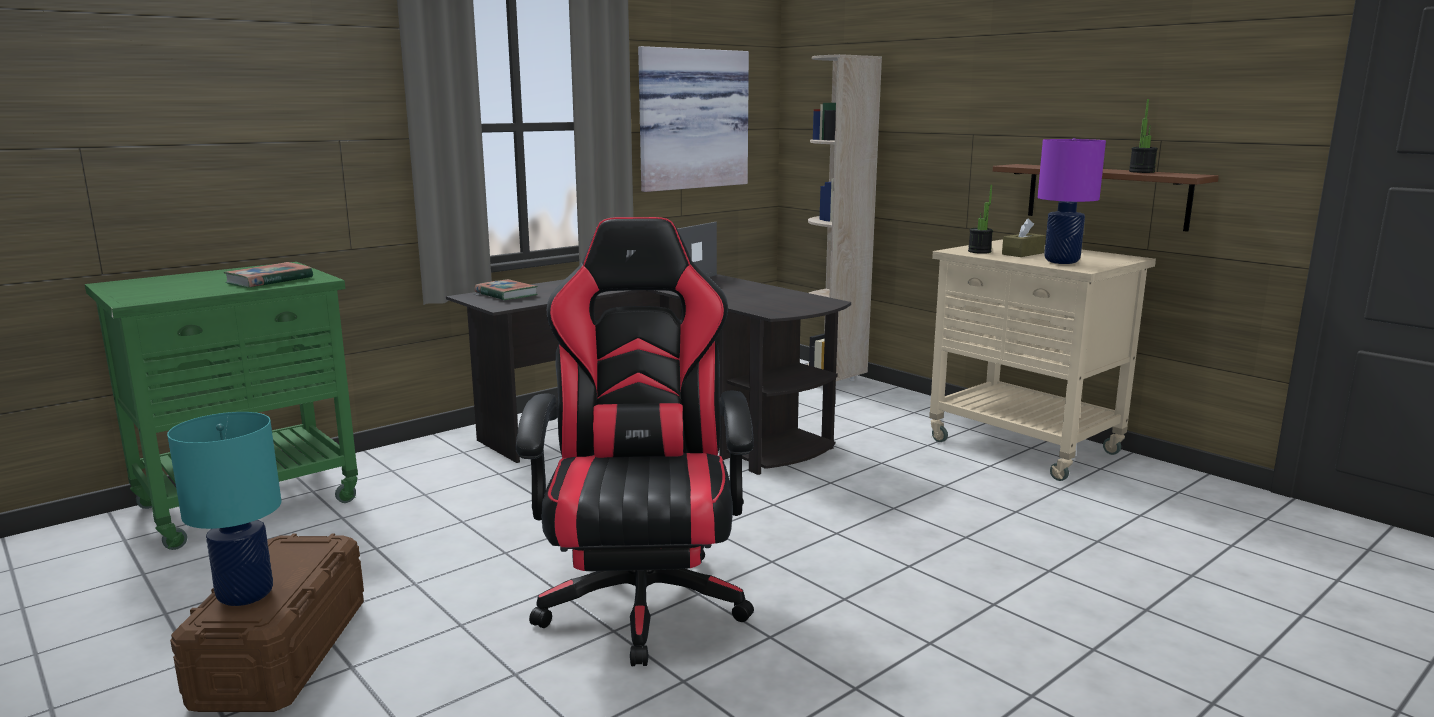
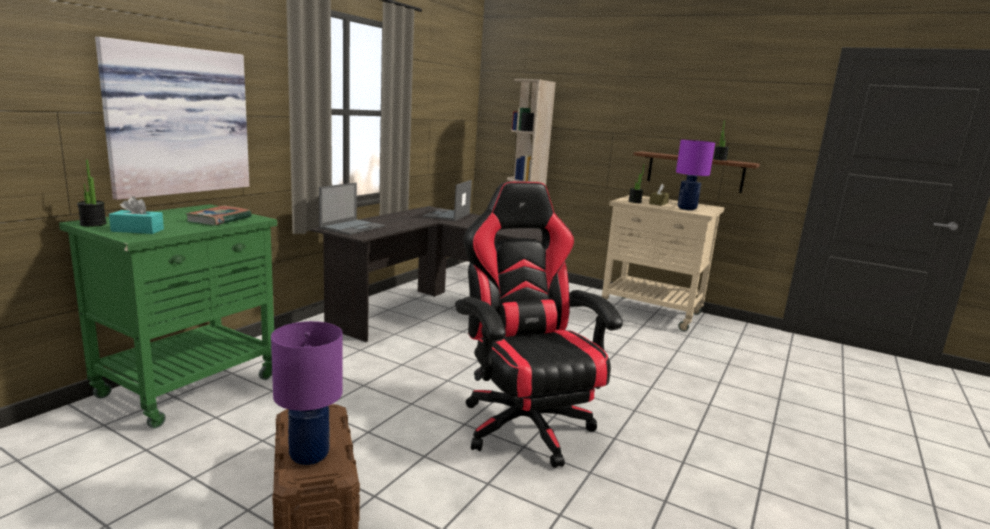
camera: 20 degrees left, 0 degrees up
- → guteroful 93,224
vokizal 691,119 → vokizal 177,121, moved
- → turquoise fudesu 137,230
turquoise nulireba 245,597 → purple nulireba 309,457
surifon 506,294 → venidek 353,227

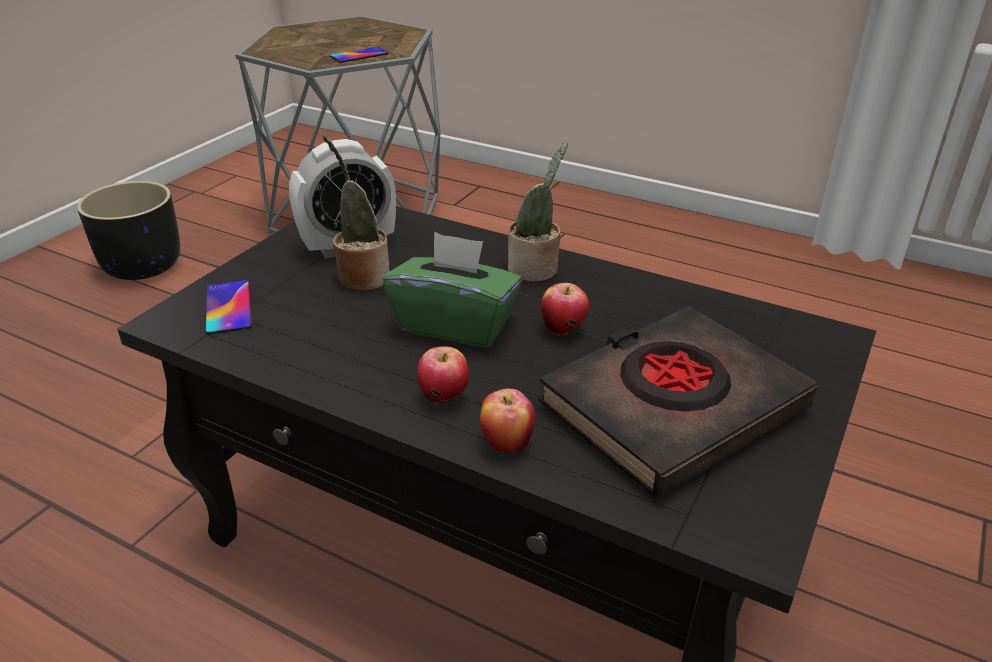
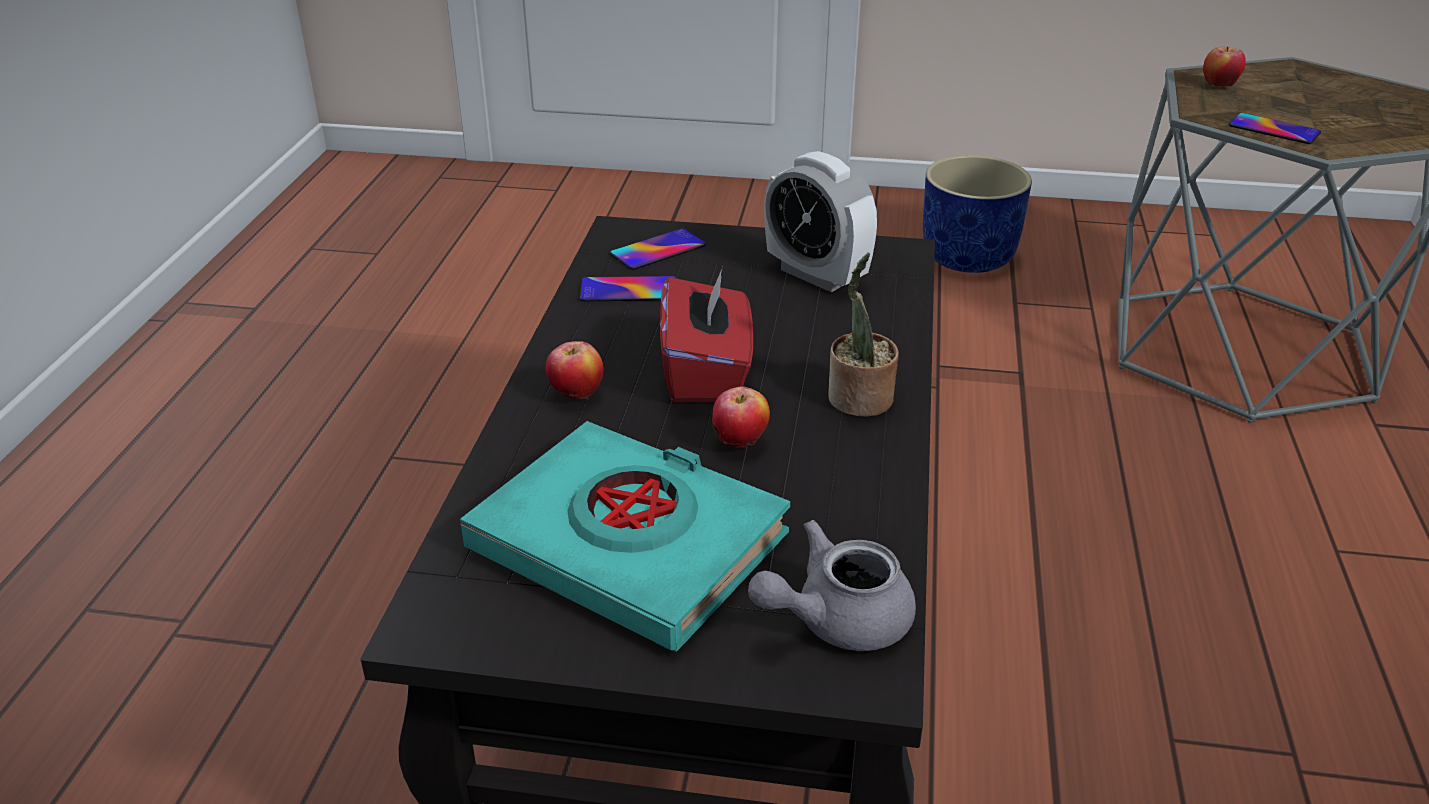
camera: 70 degrees right, 0 degrees up
black surifon 672,407 → turquoise surifon 629,544
- → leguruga 628,290
green fudesu 455,324 → red fudesu 706,373
- → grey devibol 836,619
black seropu 142,266 → blue seropu 966,257
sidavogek 506,443 → sidavogek 1219,86, moved
guteroful 361,277 → -

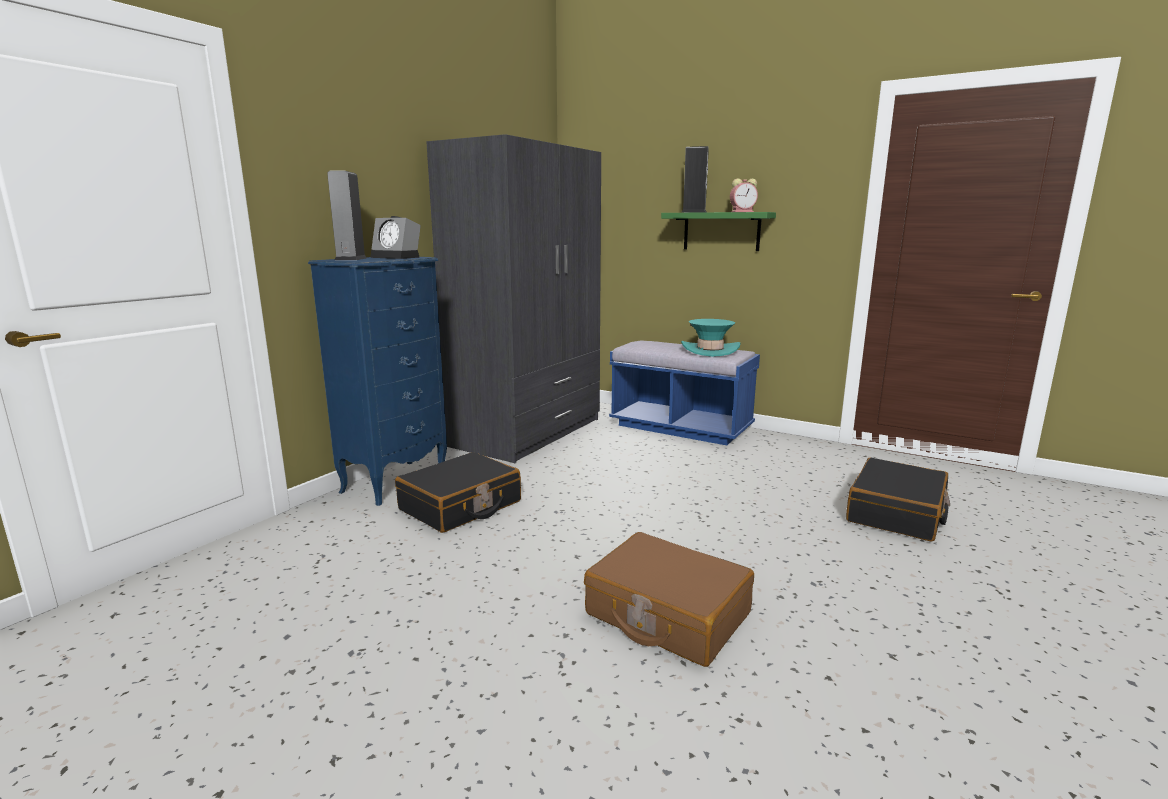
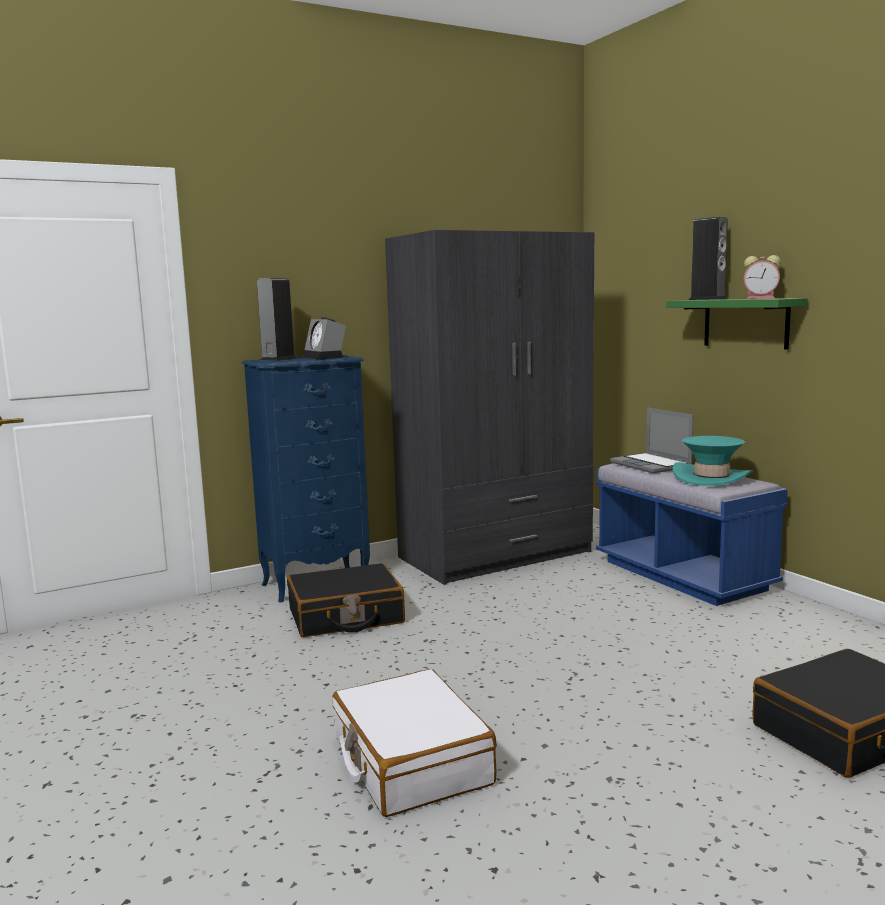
camera: 30 degrees right, 5 degrees down
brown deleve 667,614 → white deleve 410,761
- → venidek 652,465

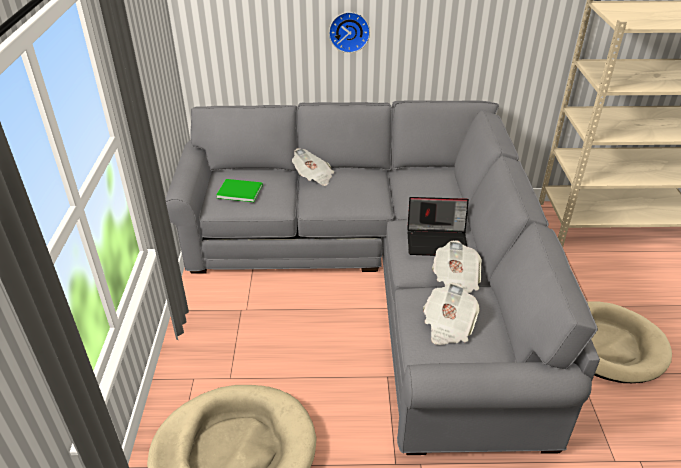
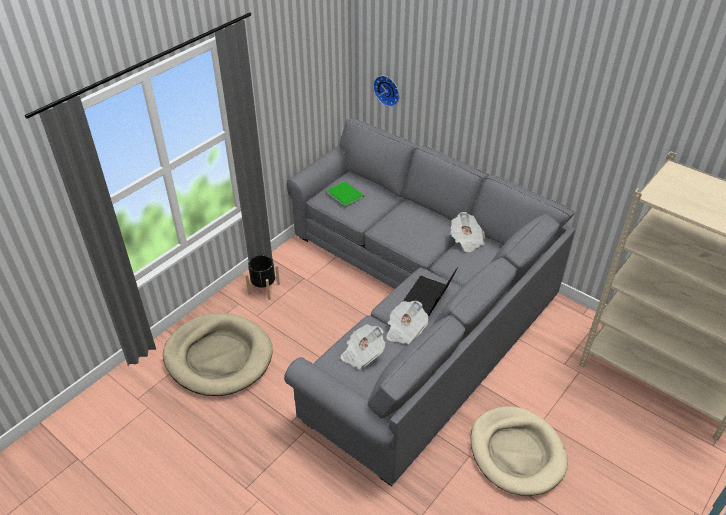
camera: 40 degrees right, 5 degrees up
- → black seropu 263,288
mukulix 349,31 → mukulix 387,90, moved
venidek 437,241 → venidek 428,298, 75 degrees clockwise
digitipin 313,176 → digitipin 466,240, moved

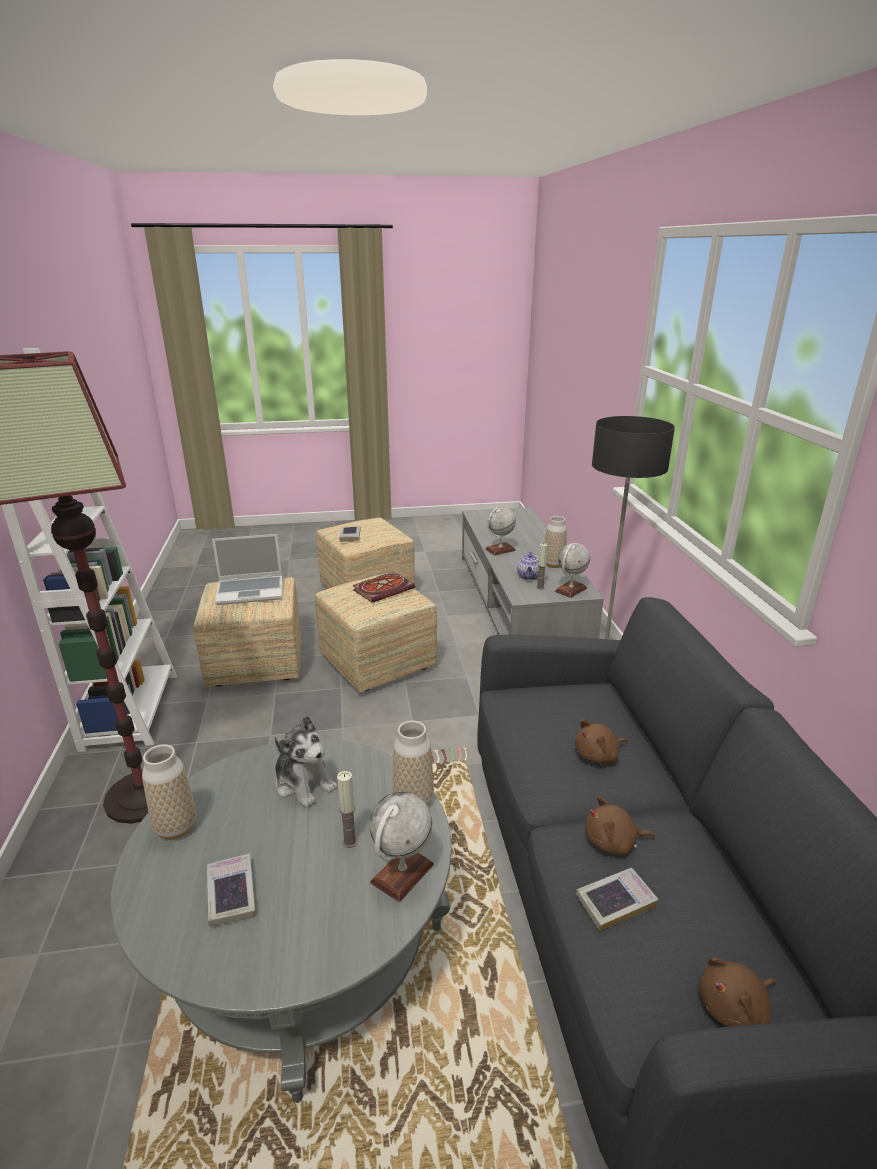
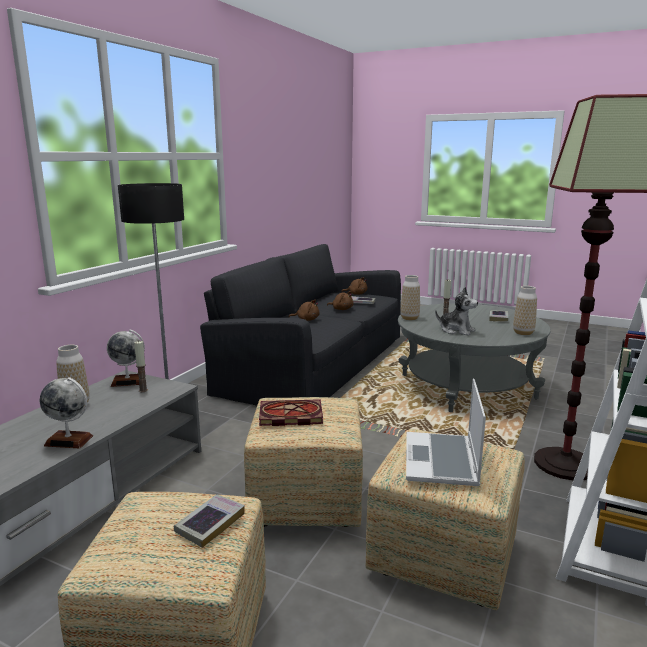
camera: 145 degrees left, 10 degrees down
venidek 251,591 → venidek 442,461, 105 degrees counterclockwise
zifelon 304,783 → zifelon 456,330, 135 degrees clockwise
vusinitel 402,873 → -
devibol 529,576 → -

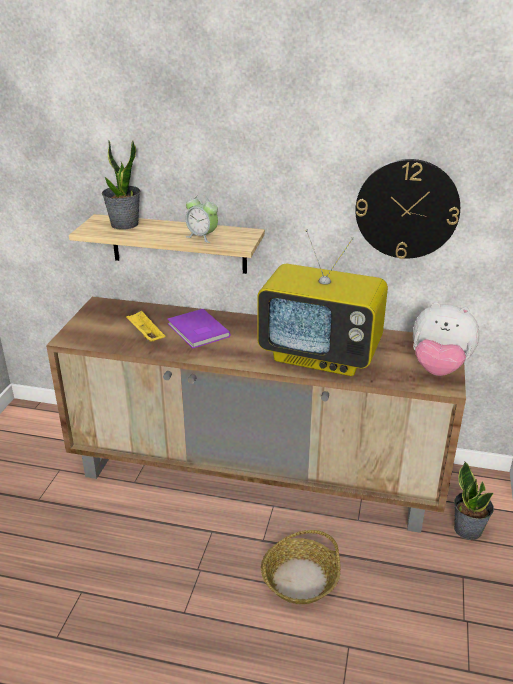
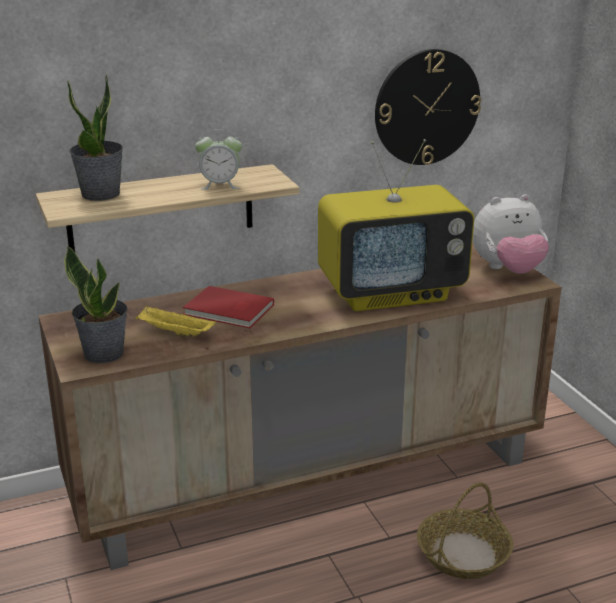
camera: 35 degrees left, 5 degrees down
guteroful 468,529 → guteroful 104,353, moved
purple surifon 197,331 → red surifon 229,311

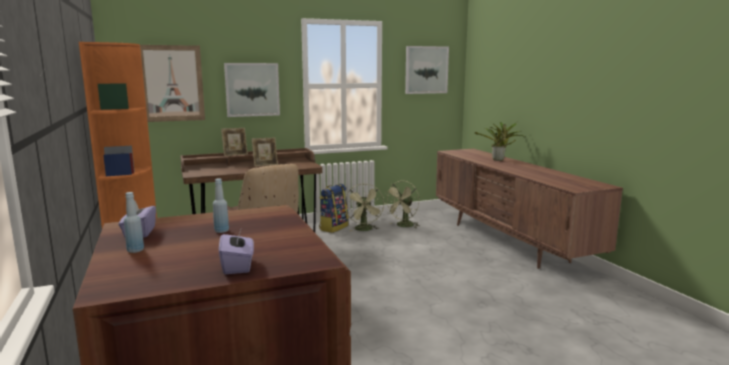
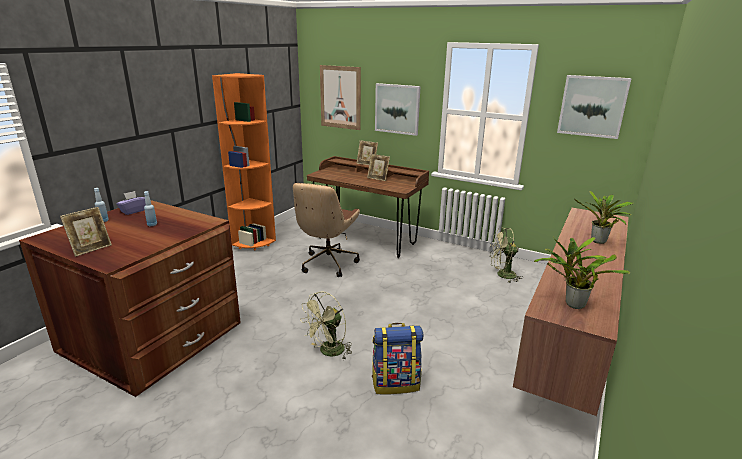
camera: 50 degrees right, 10 degrees up
purple fudesu 238,266 → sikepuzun 91,249
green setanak 365,230 → green setanak 328,352, moved
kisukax 333,227 → kisukax 396,383, moved
- → guteroful 571,304

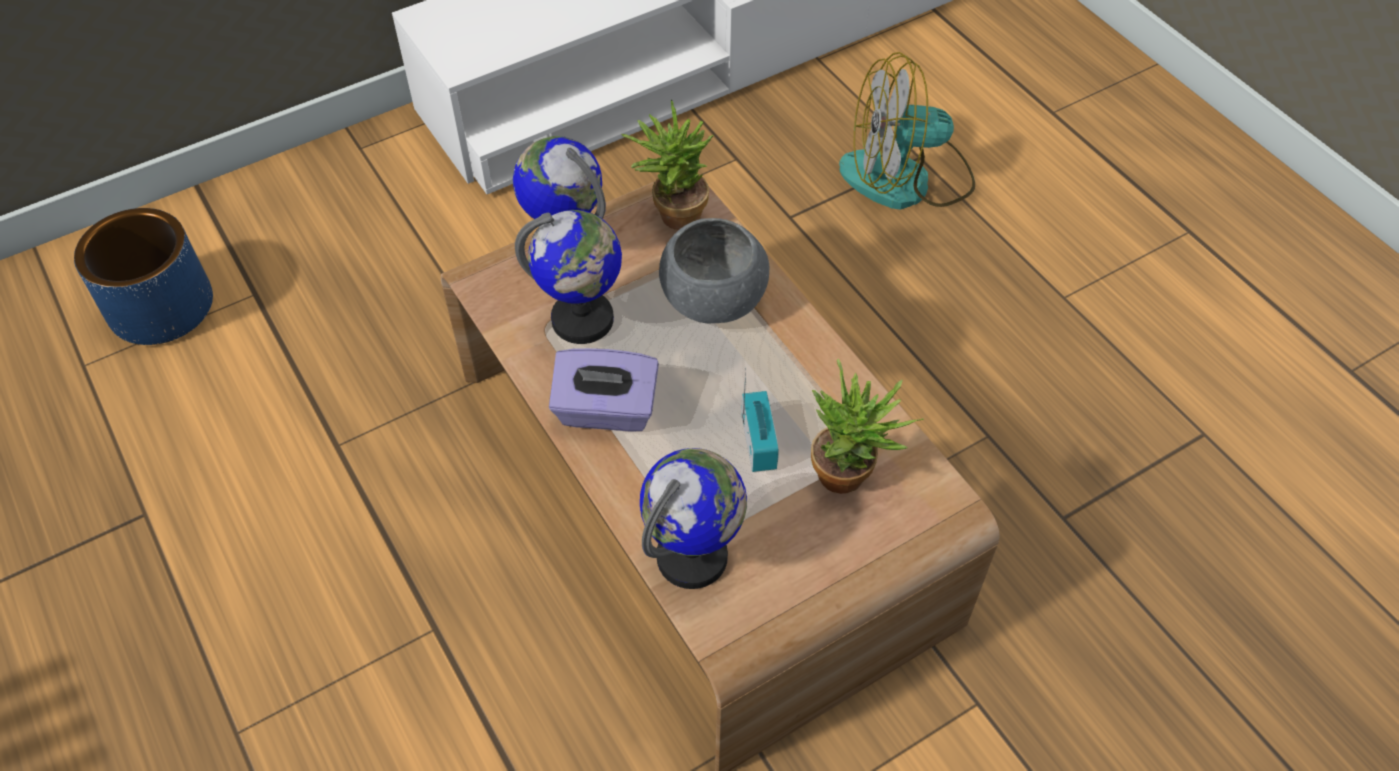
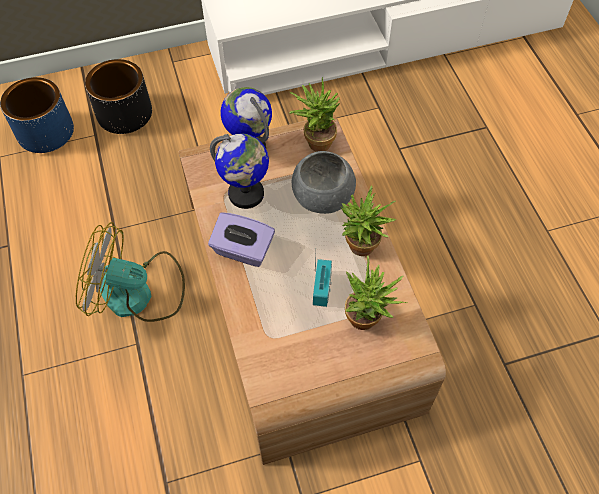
camera: 15 degrees right, 5 degrees up
setanak 906,179 → setanak 138,293, moved
- → black seropu 124,115
- → guteroful 360,250
vusinitel 693,557 → -

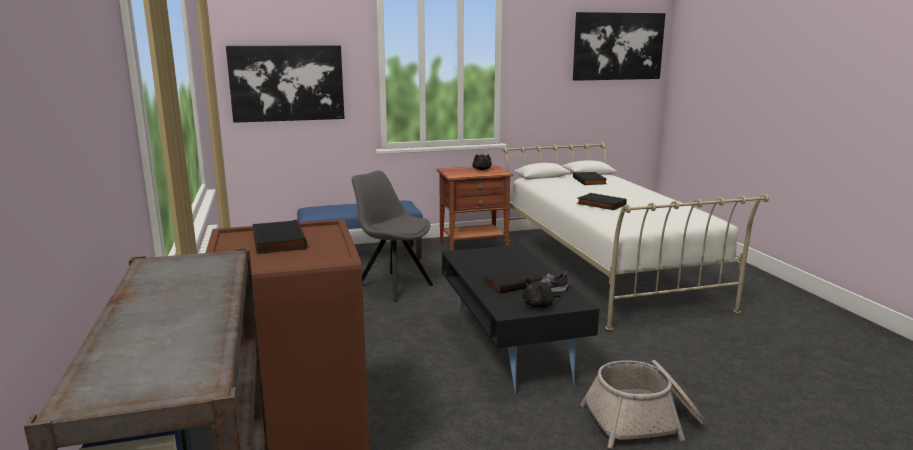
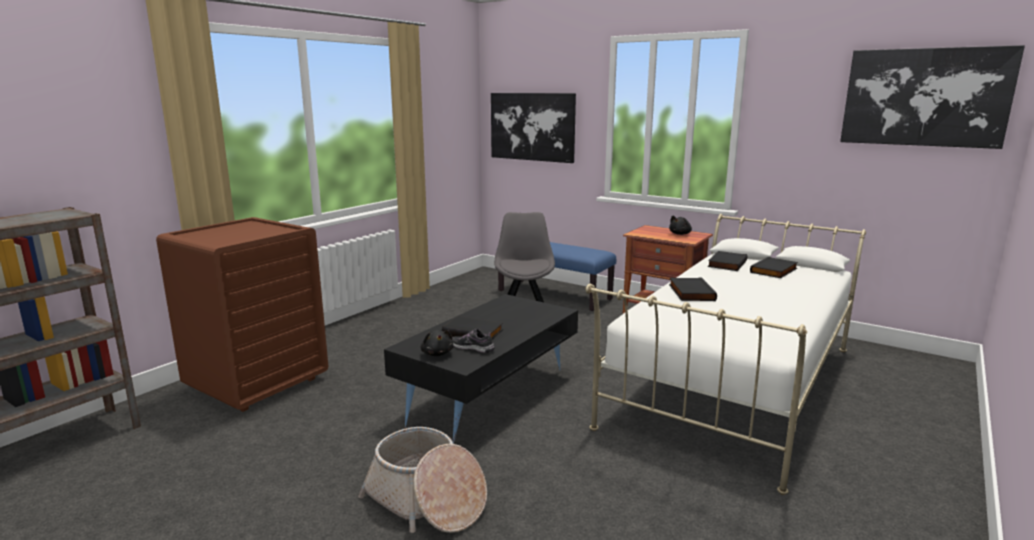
camera: 50 degrees right, 0 degrees up
black zifelon 540,305 → black zifelon 437,353, 135 degrees counterclockwise
black surifon 277,241 → black surifon 726,263, moved

